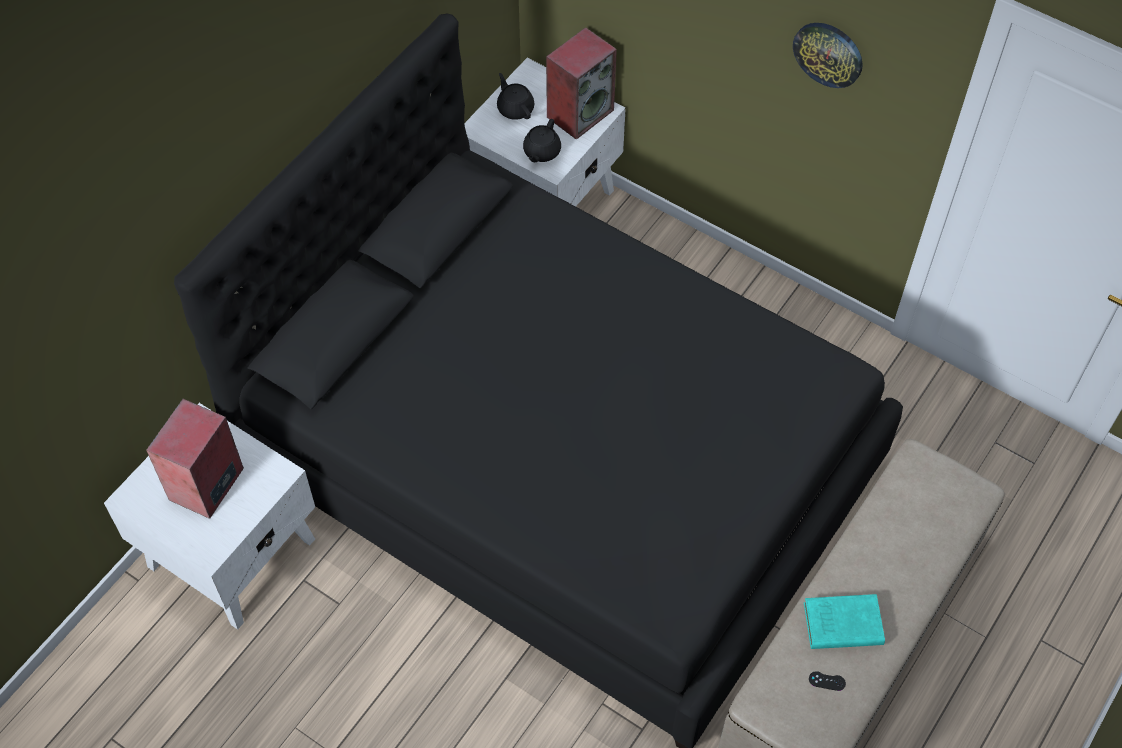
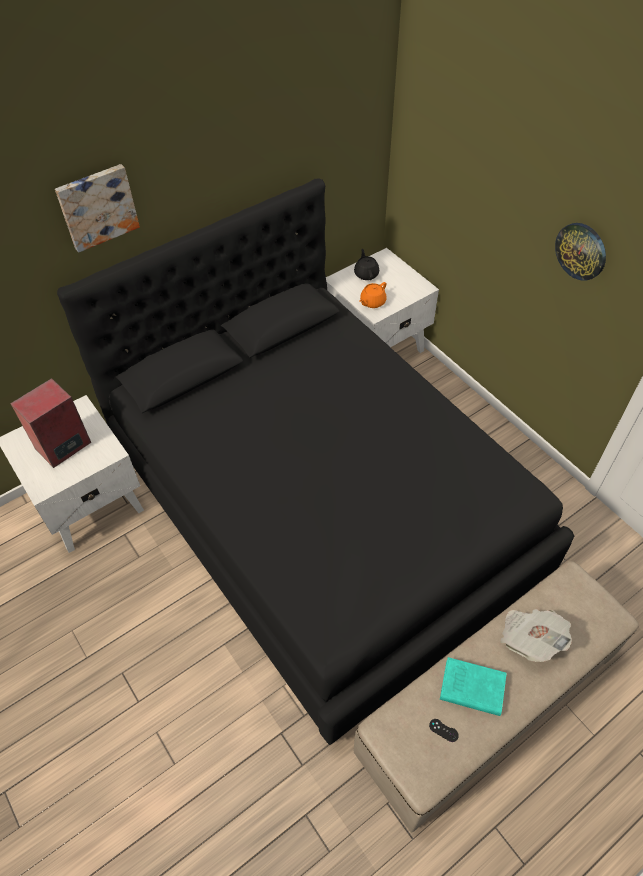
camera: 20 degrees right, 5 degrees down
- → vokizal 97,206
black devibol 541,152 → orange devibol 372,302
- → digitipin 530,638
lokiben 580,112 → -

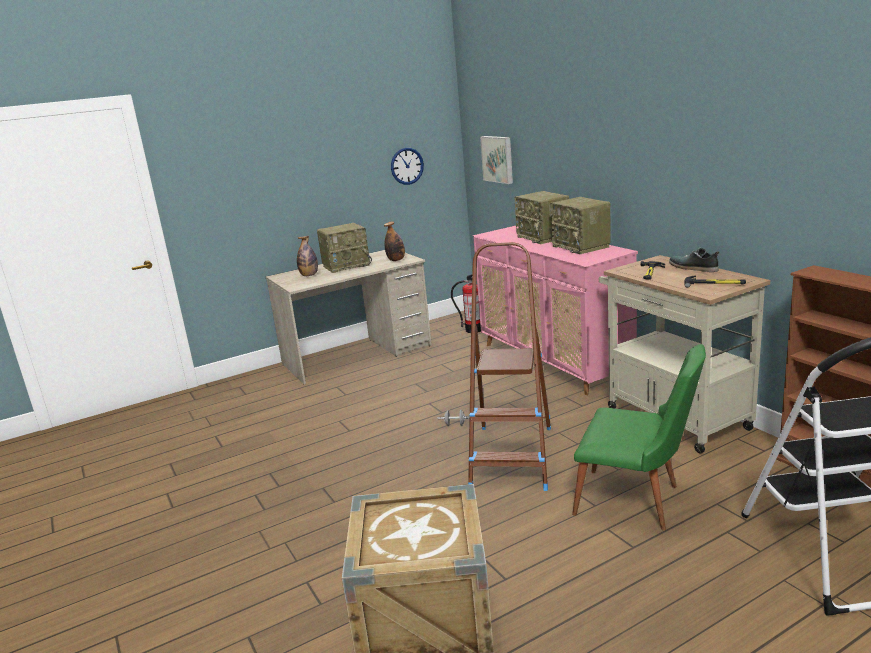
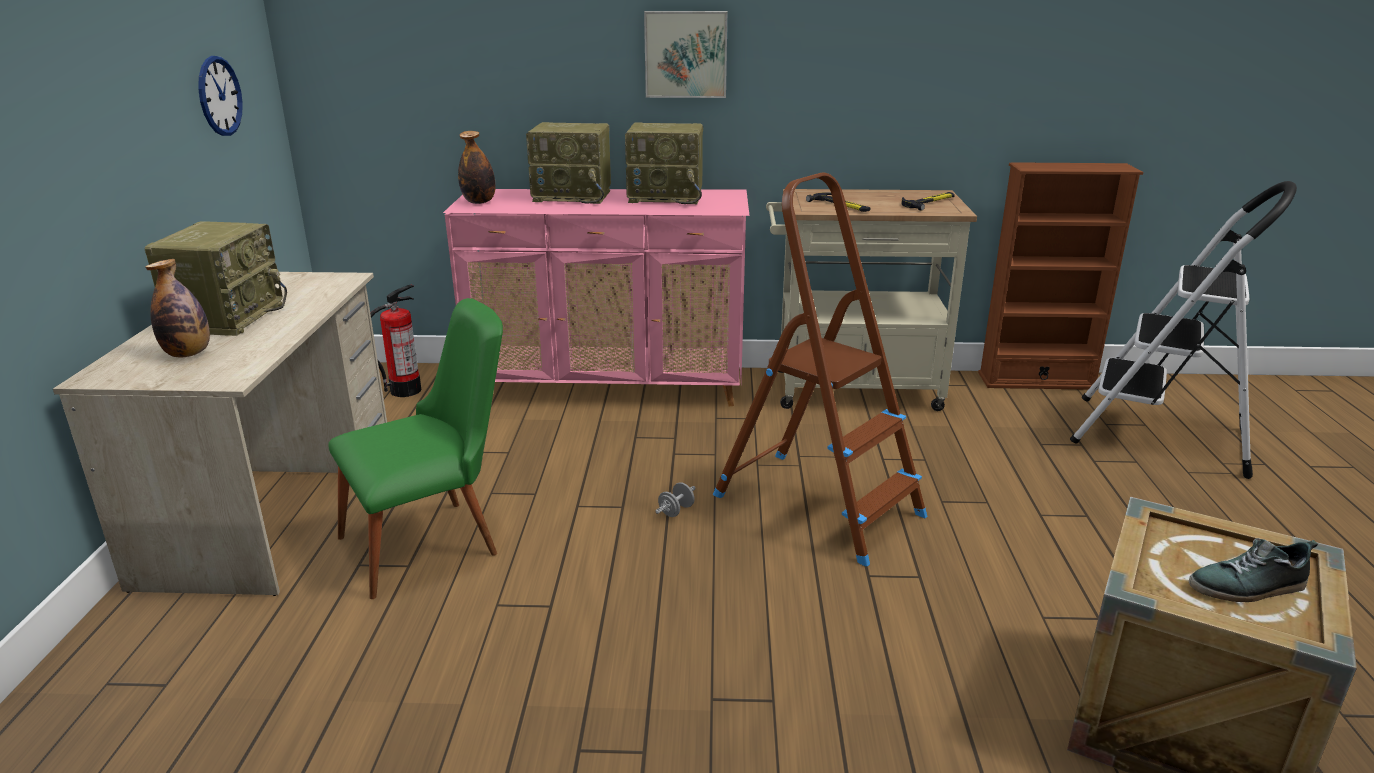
camera: 60 degrees left, 5 degrees up
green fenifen 637,502 → green fenifen 435,542, moved
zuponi 396,260 → zuponi 479,202, moved
vokizal 498,159 → vokizal 686,54, moved
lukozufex 693,267 → lukozufex 1248,587, moved

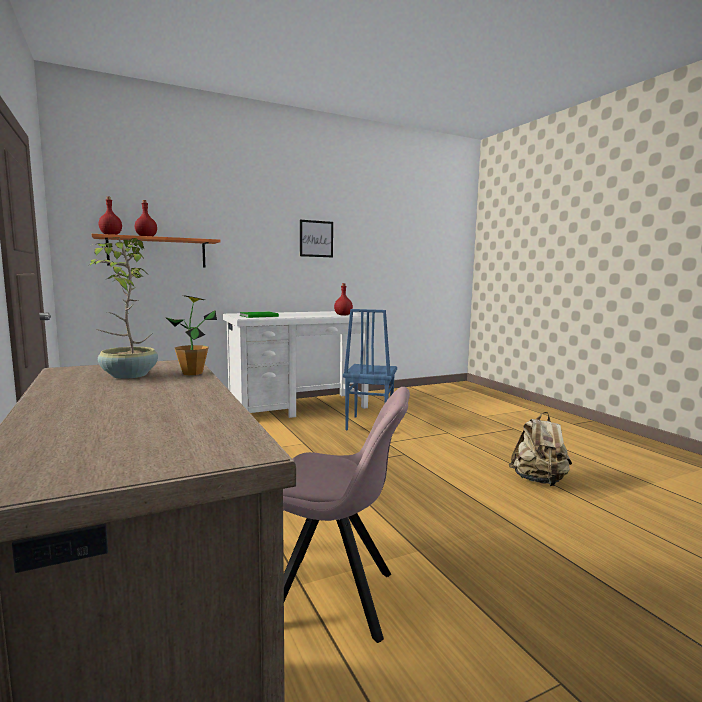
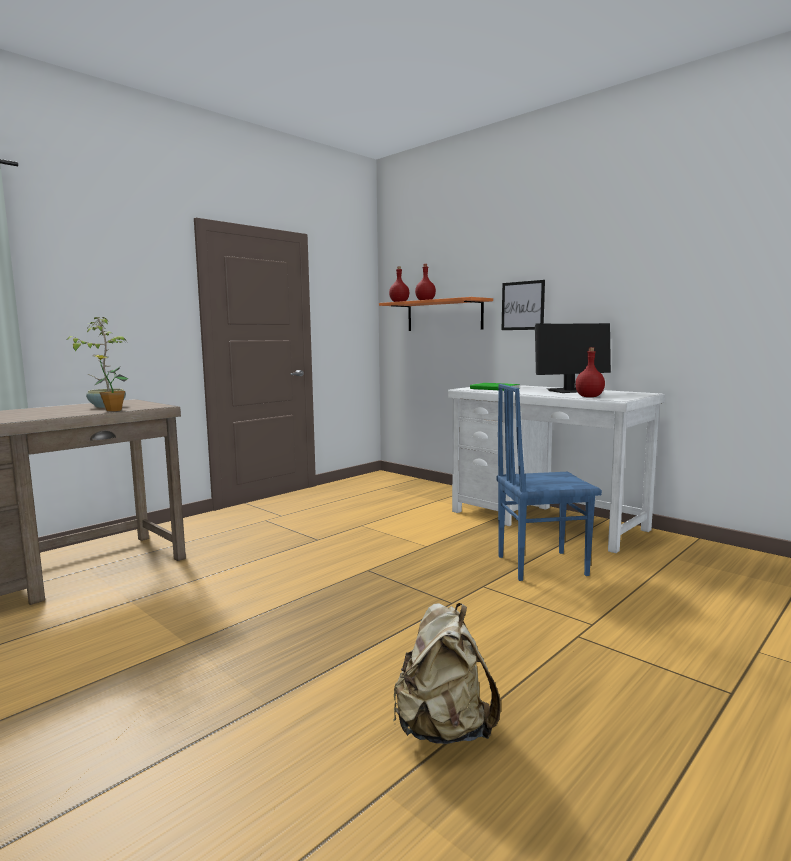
camera: 70 degrees right, 0 degrees up
vokizal 316,238 → vokizal 522,305, moved
- → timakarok 569,391
pink fenifen 333,598 → -

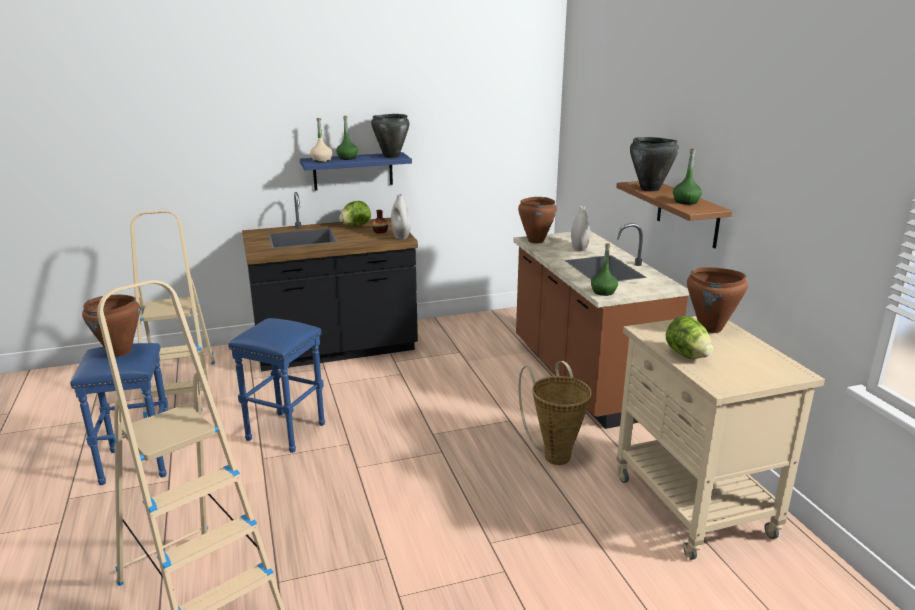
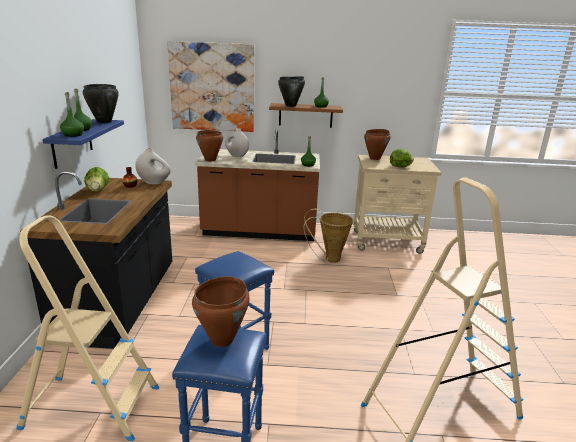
camera: 70 degrees left, 0 degrees up
beige zuponi 321,160 → green zuponi 73,135
- → vokizal 212,87

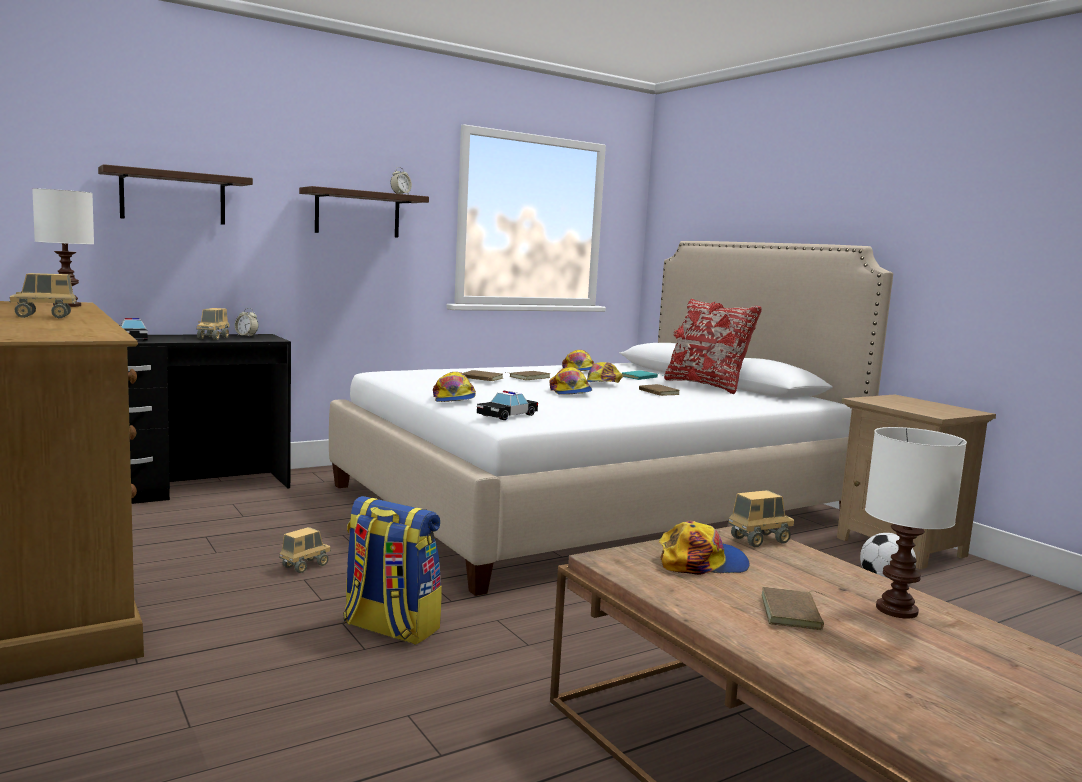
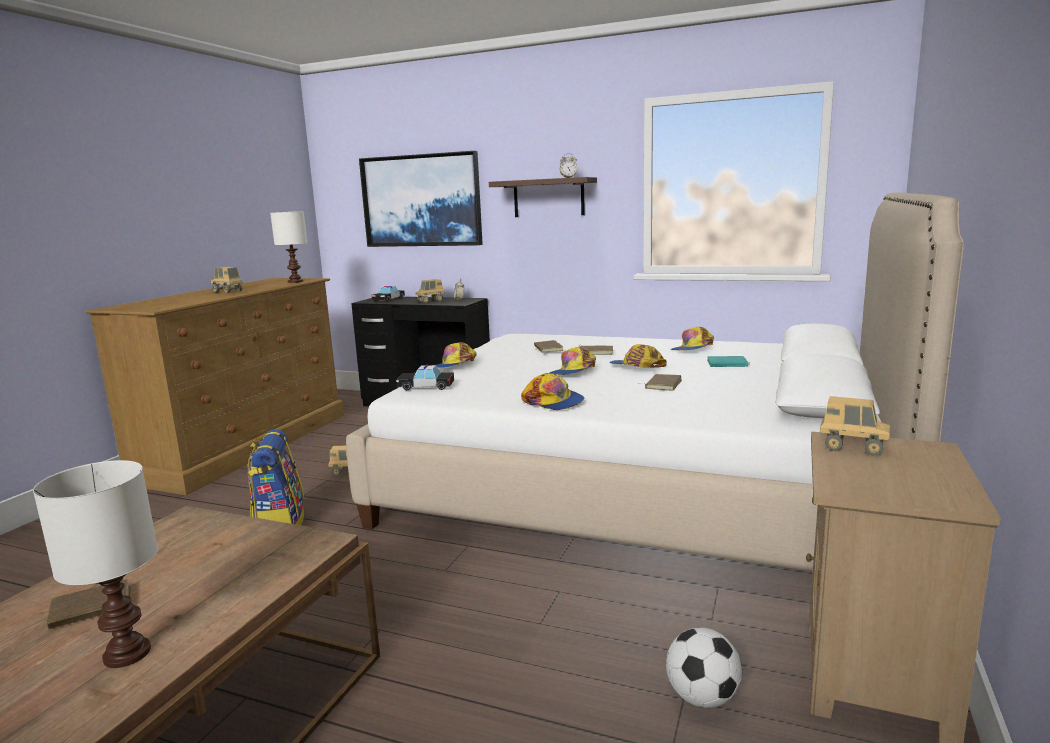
camera: 55 degrees right, 5 degrees up
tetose 173,197 → vokizal 421,200
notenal 702,562 → notenal 553,402, moved
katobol 759,540 → katobol 852,448, moved
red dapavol 705,386 → -

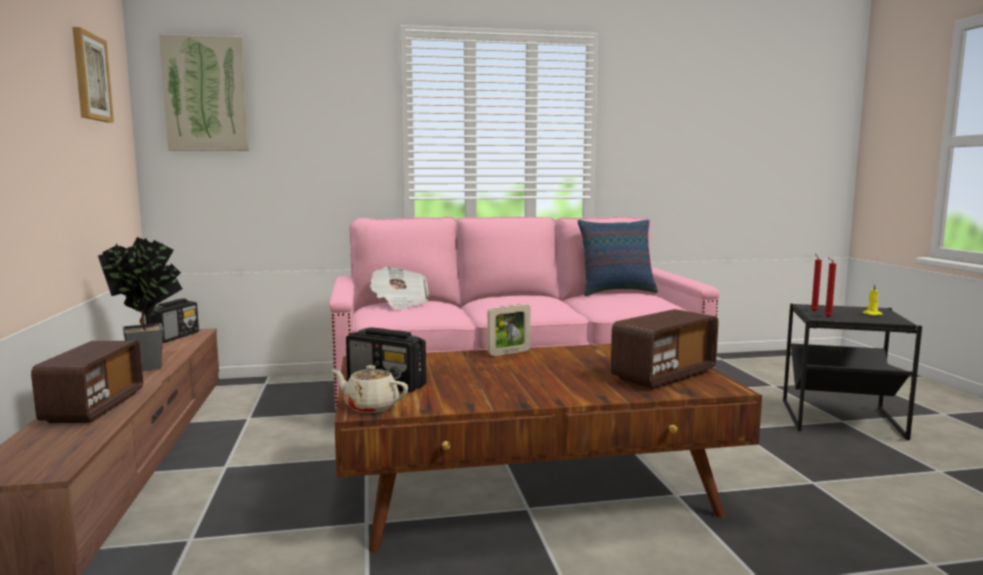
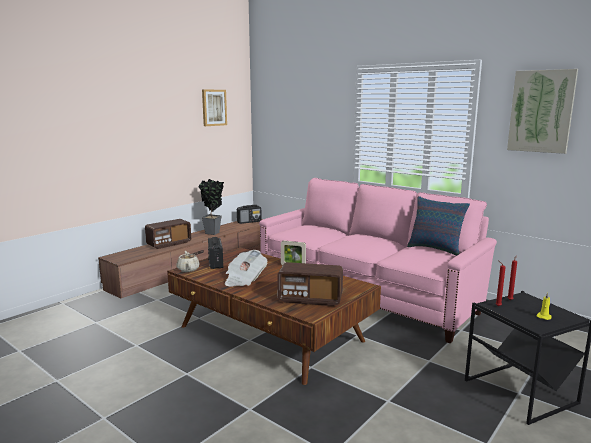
camera: 50 degrees right, 5 degrees up
digitipin 400,303 → digitipin 244,280, moved
vokizal 206,94 → vokizal 541,111, moved

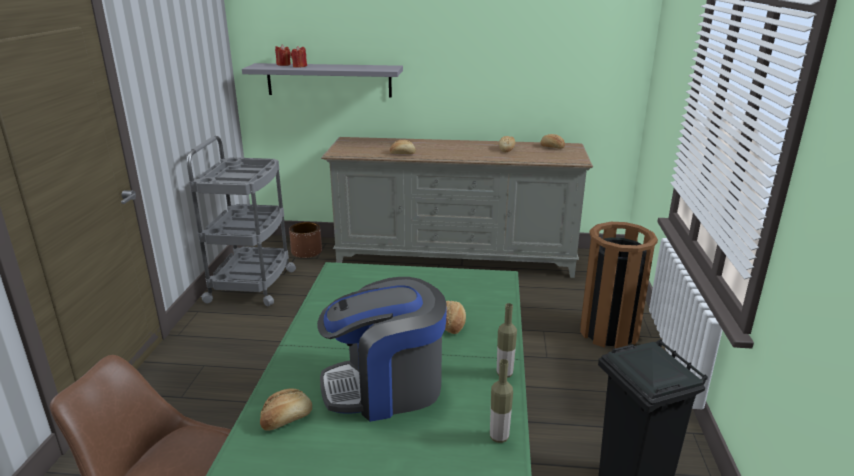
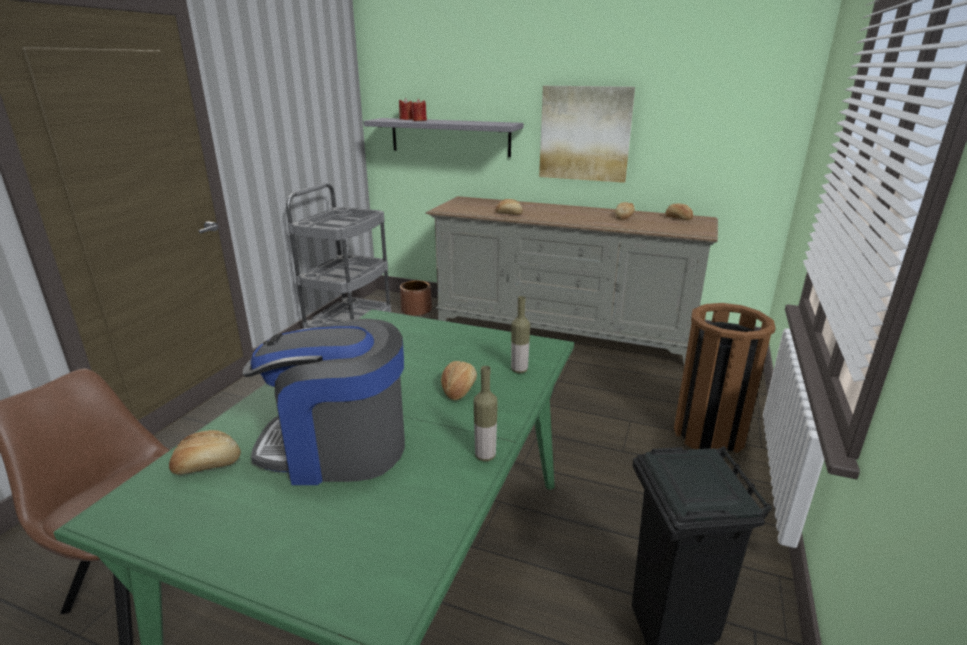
camera: 15 degrees right, 0 degrees up
zuponi 499,437 → zuponi 519,370, moved
- → vokizal 585,134

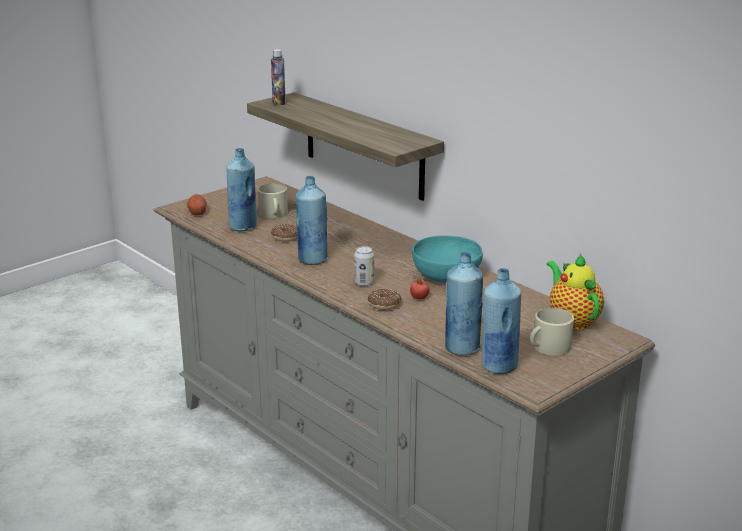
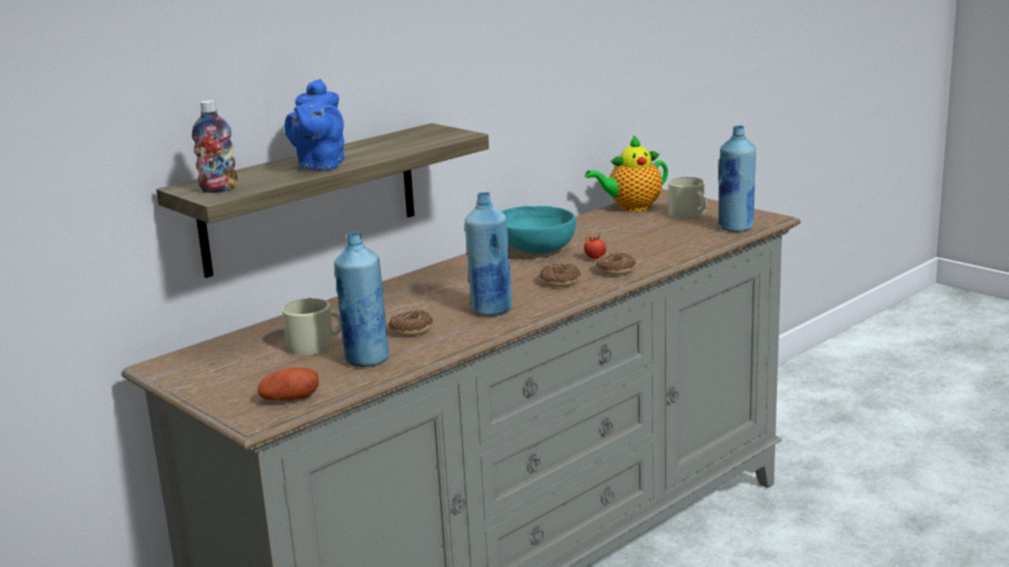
camera: 90 degrees left, 5 degrees down
- → blue devibol 320,166
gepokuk 364,283 → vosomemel 560,282
blue zuponi 462,348 → -

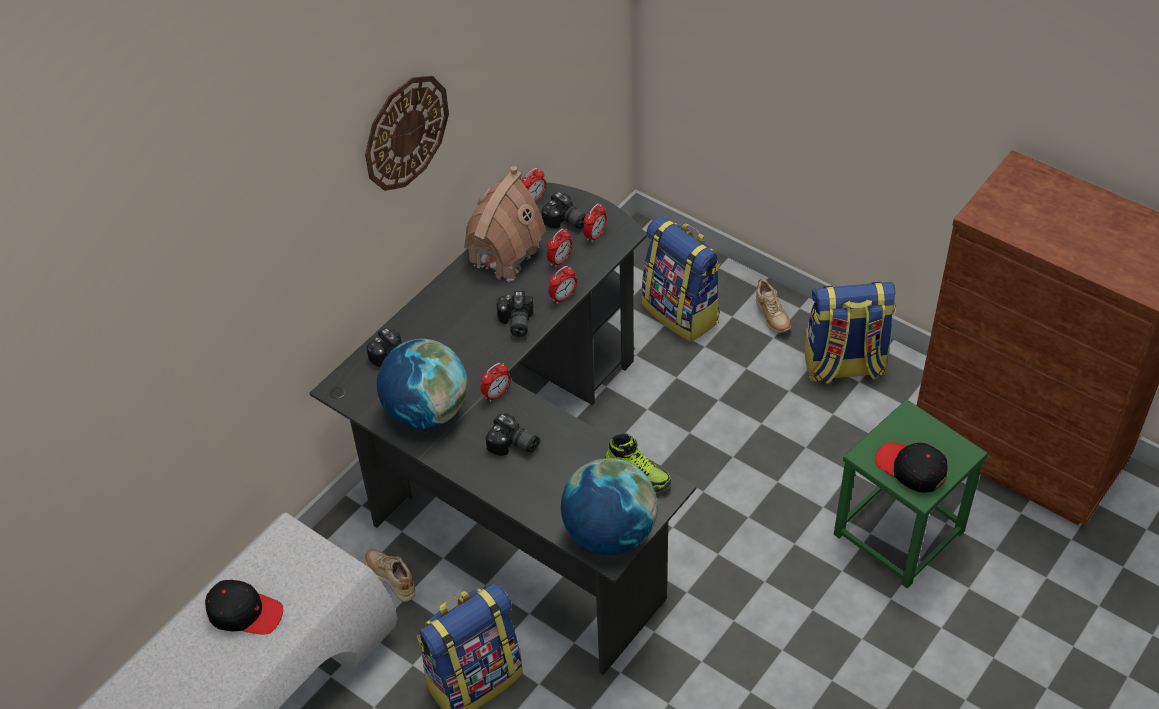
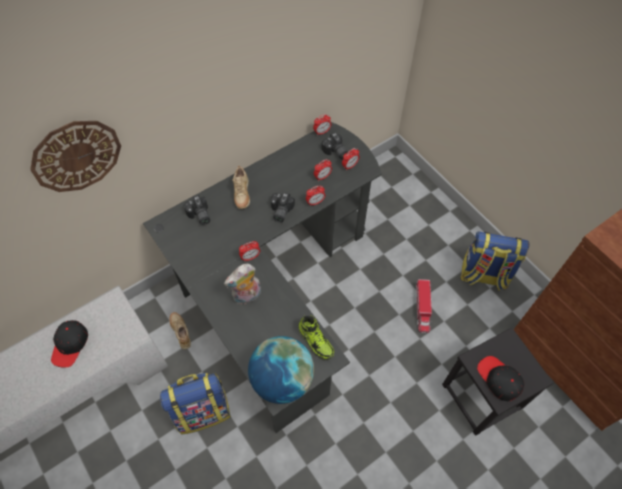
camera: 15 degrees right, 10 degrees up
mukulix 405,132 → mukulix 76,156, moved
black notenal 245,612 → black notenal 70,345, 75 degrees clockwise
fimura 513,445 → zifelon 247,296
beige lukozufex 771,318 → beige lukozufex 242,195, moved
- → katobol 422,308
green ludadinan 899,533 → black ludadinan 482,396
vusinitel 426,411 → -
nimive 503,254 → -
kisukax 682,312 → -

